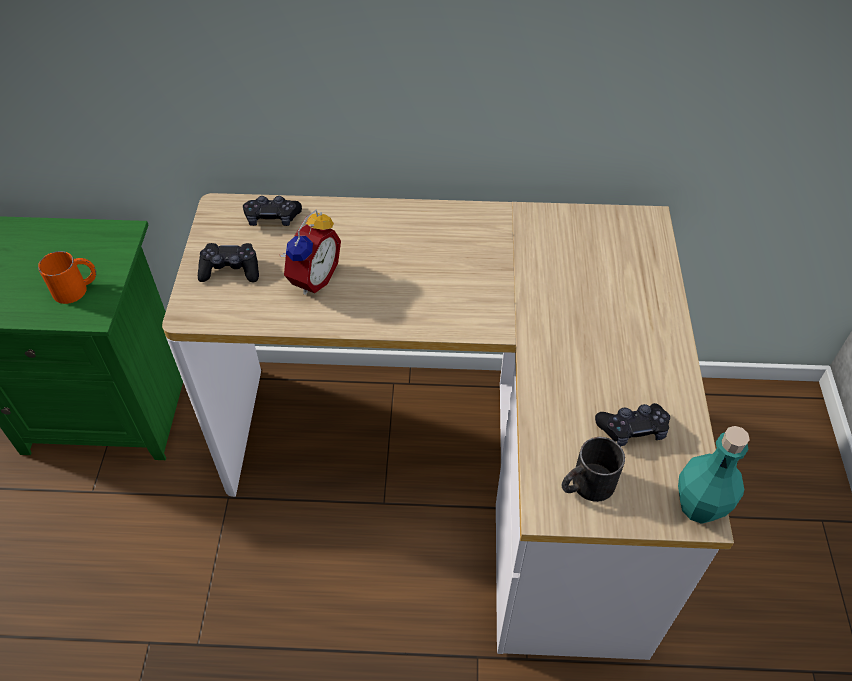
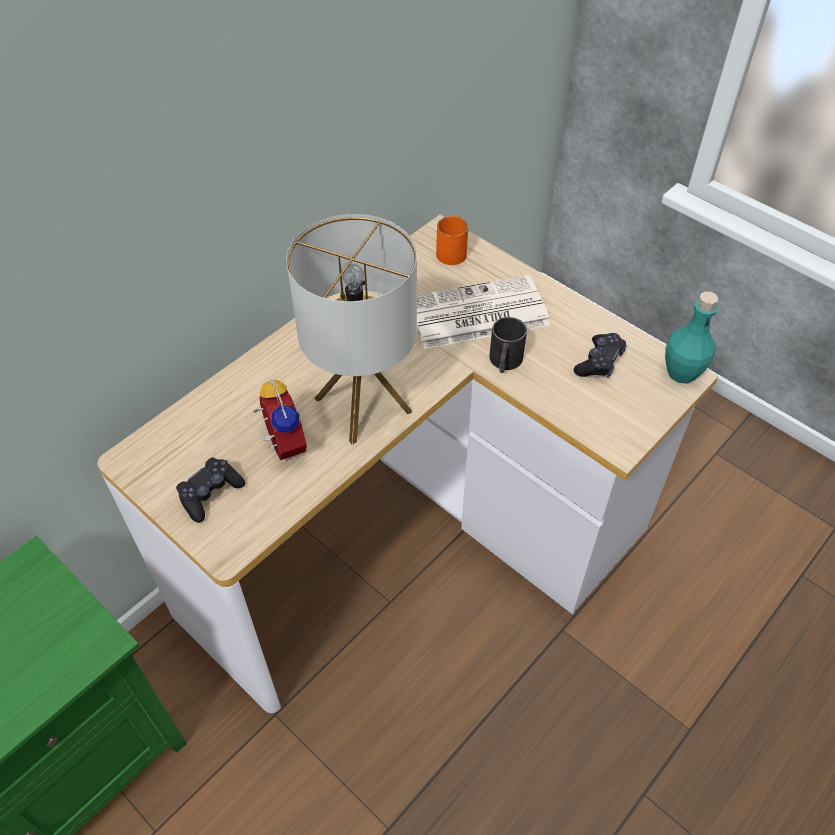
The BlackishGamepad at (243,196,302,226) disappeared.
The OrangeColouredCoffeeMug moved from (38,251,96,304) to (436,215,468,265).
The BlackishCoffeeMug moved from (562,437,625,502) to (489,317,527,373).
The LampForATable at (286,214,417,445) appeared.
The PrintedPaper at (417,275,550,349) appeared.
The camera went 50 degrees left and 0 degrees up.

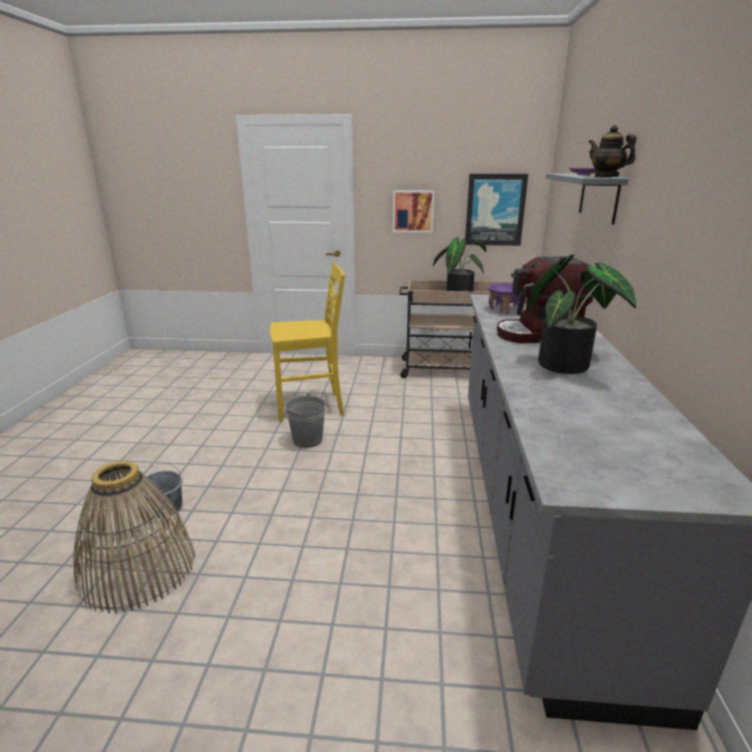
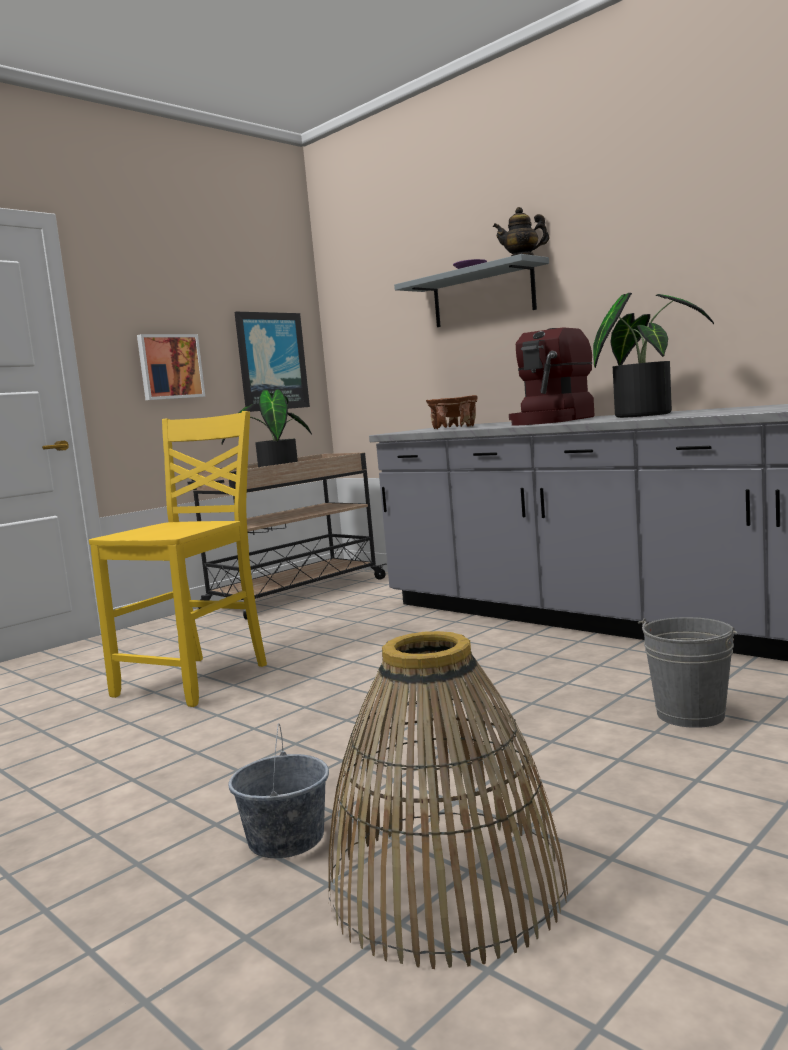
The PurpleColouredServingBowl at (488,282,526,314) became the BrownColouredServingBowl at (426,395,478,429).
The GrayWaterBucket moved from (285,393,325,448) to (638,617,737,728).
The camera went 50 degrees left and 15 degrees down.

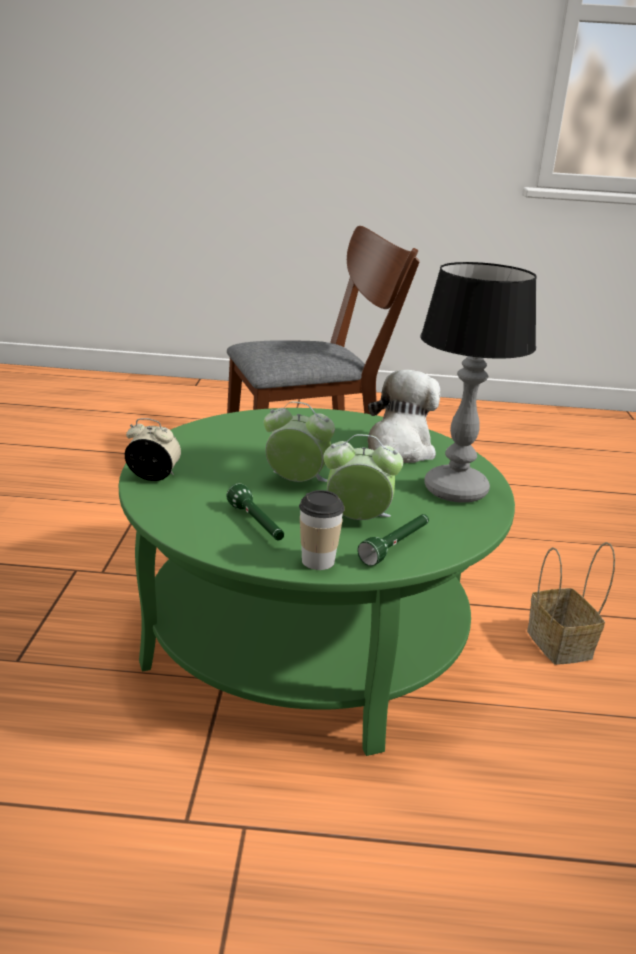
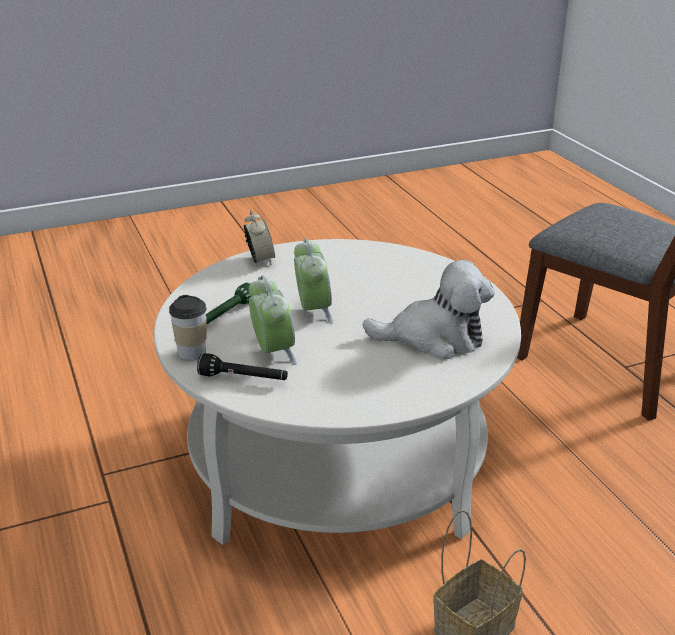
The LampForATable at (420,262,537,503) disappeared.
The GreenColouredCoffeeTable at (119,408,515,756) became the WhiteCoffeeTable at (154,239,521,545).
The GreenColouredHandTorch at (357,514,429,566) became the BlackishHandTorch at (197,353,288,380).
The camera went 65 degrees right and 5 degrees up.

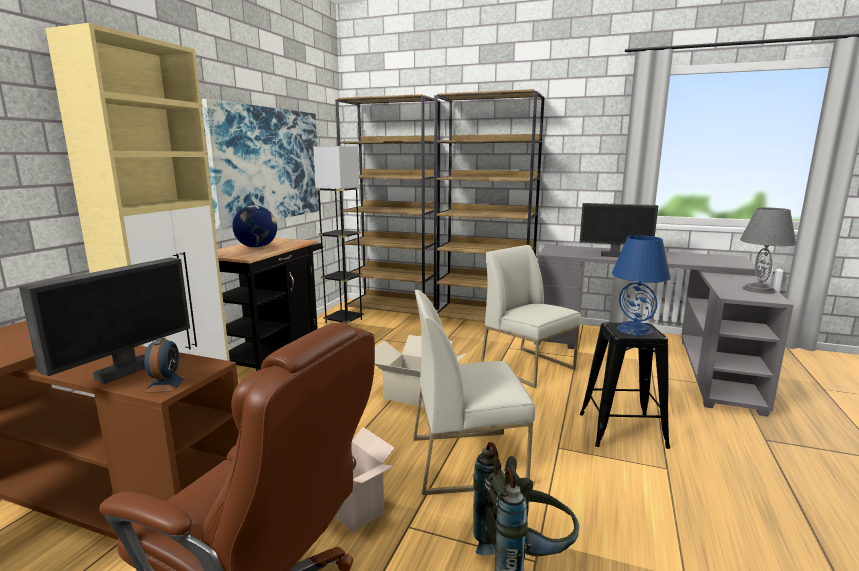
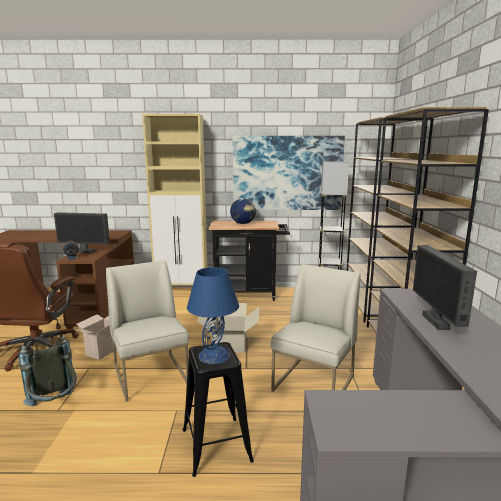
The GrayLampForATable at (740,207,796,294) disappeared.
The camera went 70 degrees right and 0 degrees up.

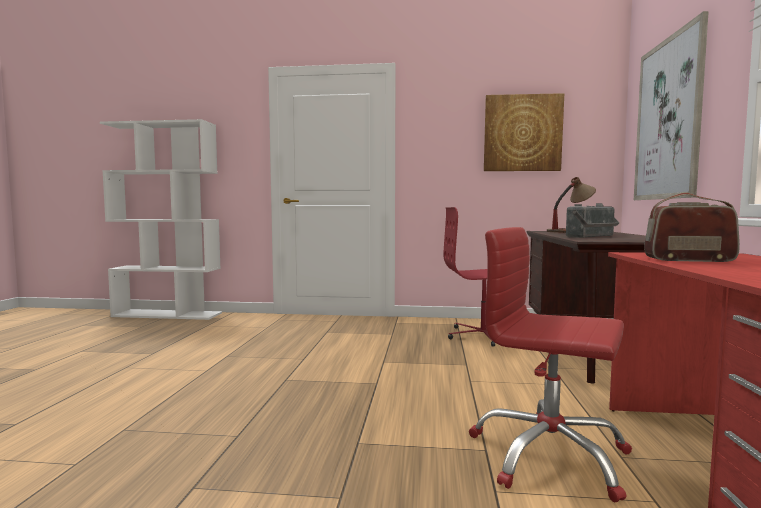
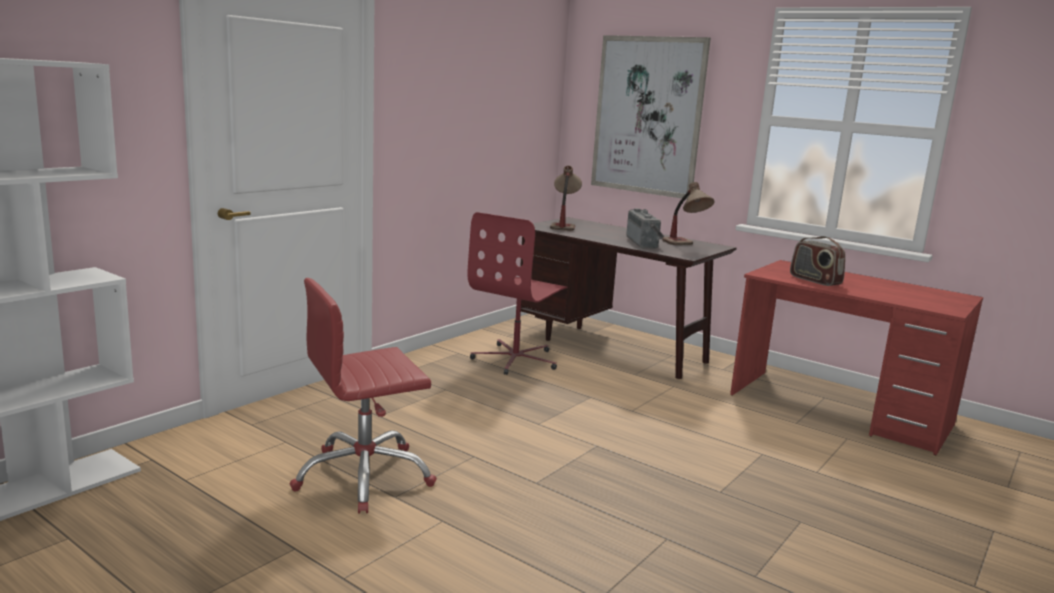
The WallArt at (484,93,564,171) disappeared.
The Radio at (644,193,740,262) turned 75 degrees counterclockwise.
The ReddishComputerChair moved from (469,227,632,502) to (290,278,437,514).
The LampForATable at (662,182,715,245) appeared.
The camera went 60 degrees left and 10 degrees up.

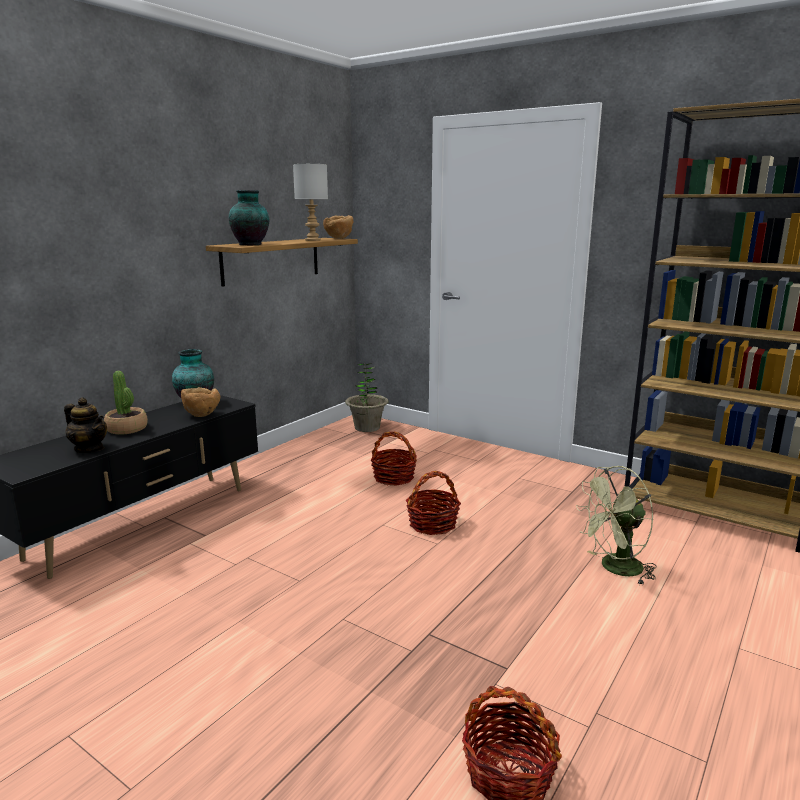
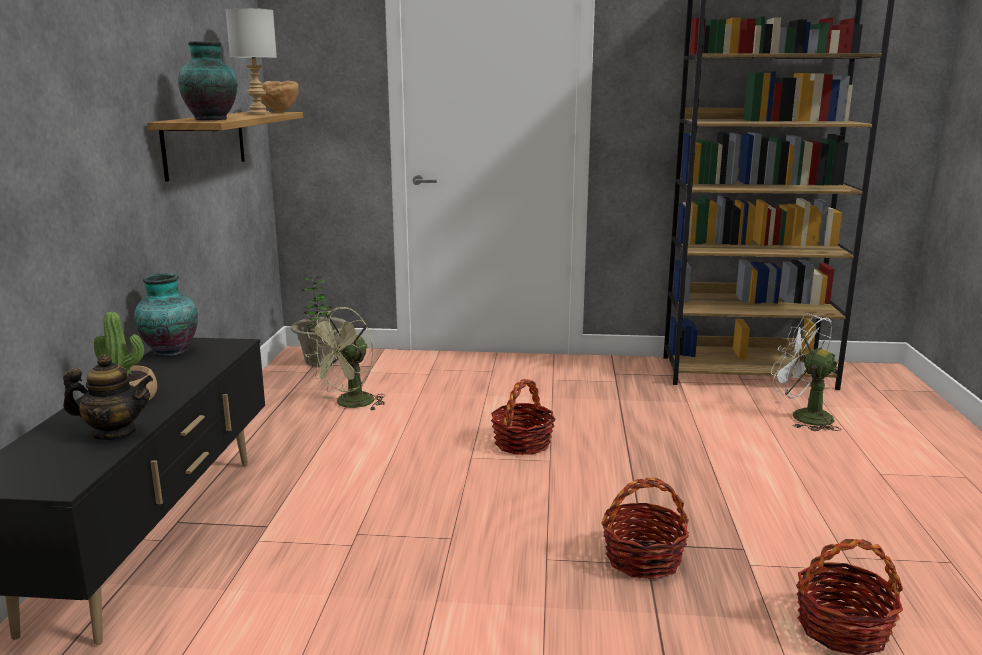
The BrownColouredServingBowl at (181,387,220,417) disappeared.
The Basket moved from (371,431,417,486) to (601,478,689,580).
The GreenColouredCoolingFan moved from (576,466,657,586) to (305,307,386,411).
The WhiteCoolingFan at (771,314,841,431) appeared.
The camera went 30 degrees left and 0 degrees up.

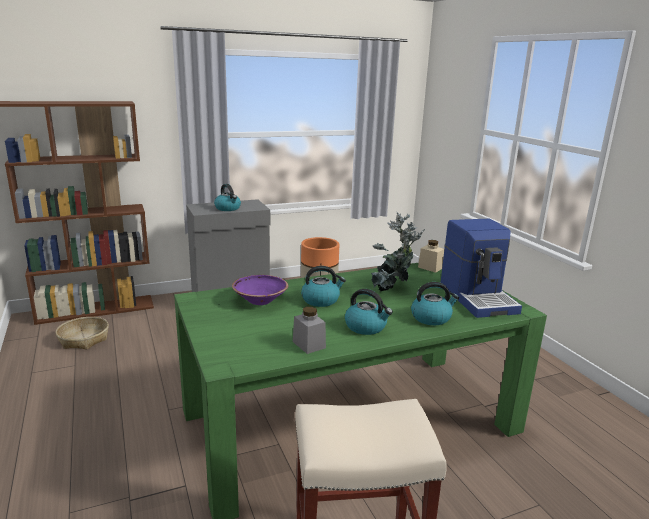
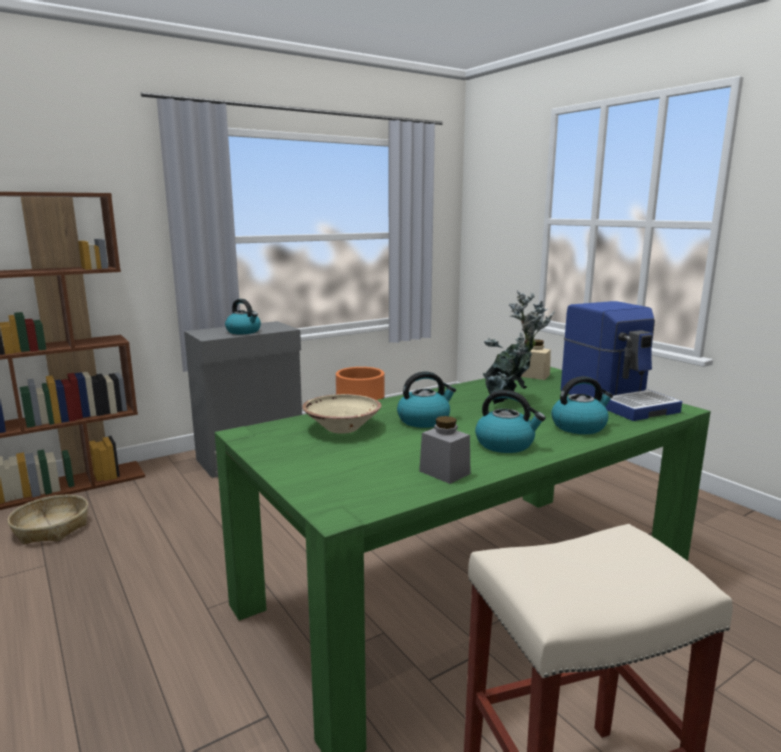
The PurpleColouredServingBowl at (232,275,288,305) became the BeigeServingBowl at (302,394,382,434).
The camera went 10 degrees left and 5 degrees down.

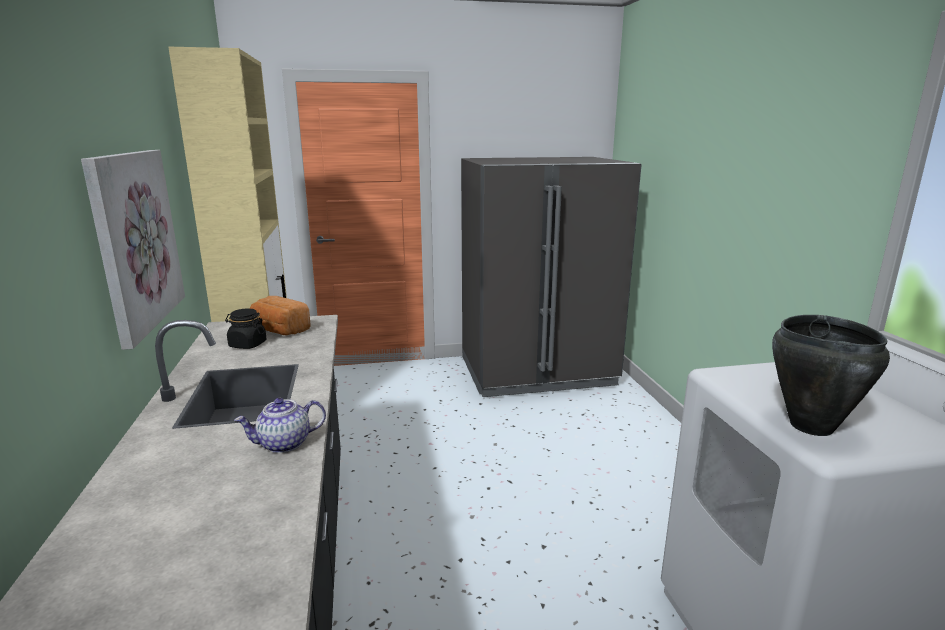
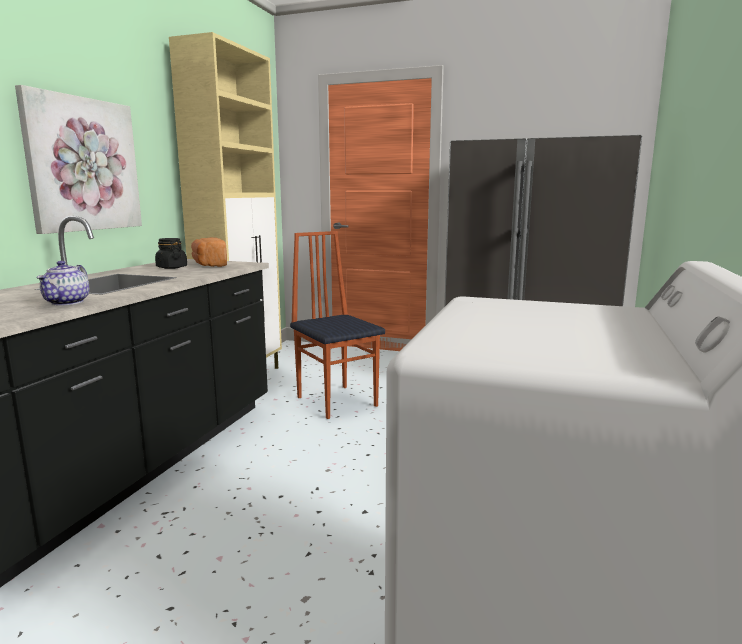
The BlackishSaucepot at (772,315,890,436) disappeared.
The TeaPot at (234,398,326,453) turned 90 degrees counterclockwise.
The Chair at (290,231,385,419) appeared.
The camera went 30 degrees right and 5 degrees down.

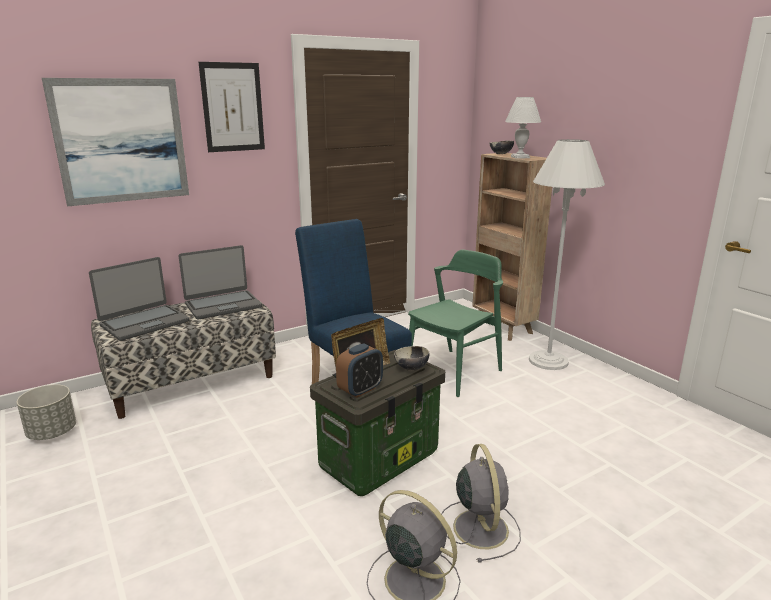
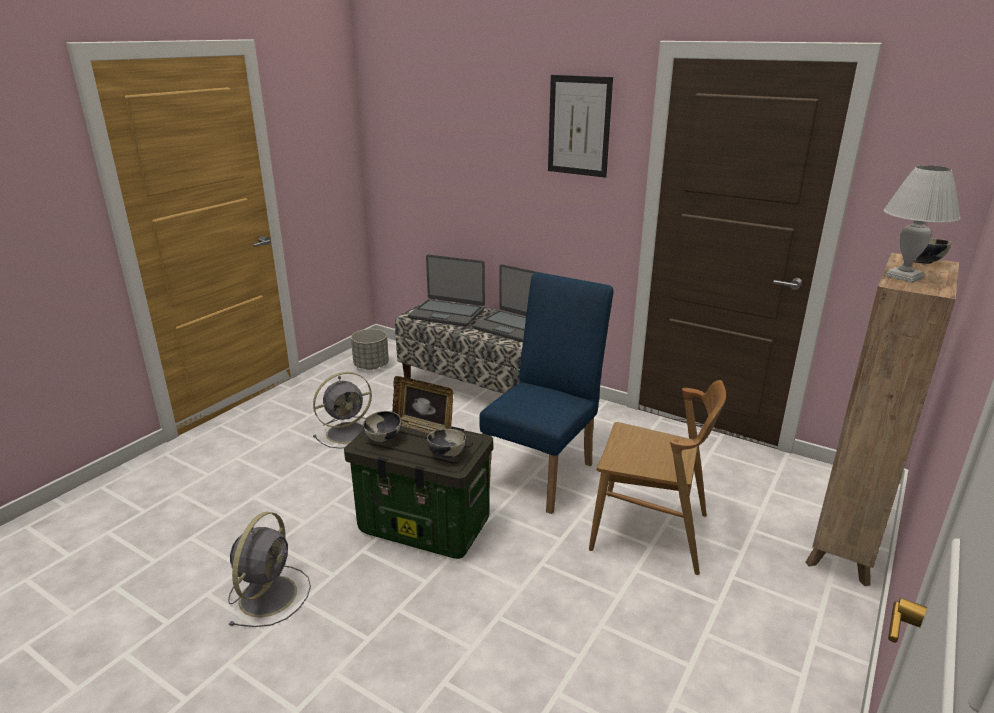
The WallArt at (42,78,189,206) disappeared.
The WhiteFloorLamp at (529,139,605,370) disappeared.
The GreenColouredChair at (408,249,503,397) became the BrownColouredChair at (589,380,726,575).
The BedsideClock at (336,343,383,398) was replaced by the ServingBowl at (363,411,402,442).
The GrayCoolingFan moved from (441,444,521,563) to (313,372,372,449).
The camera went 65 degrees right and 5 degrees up.

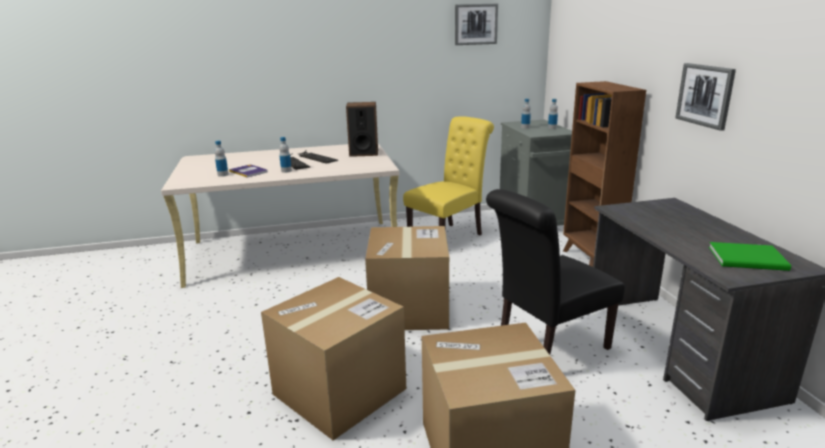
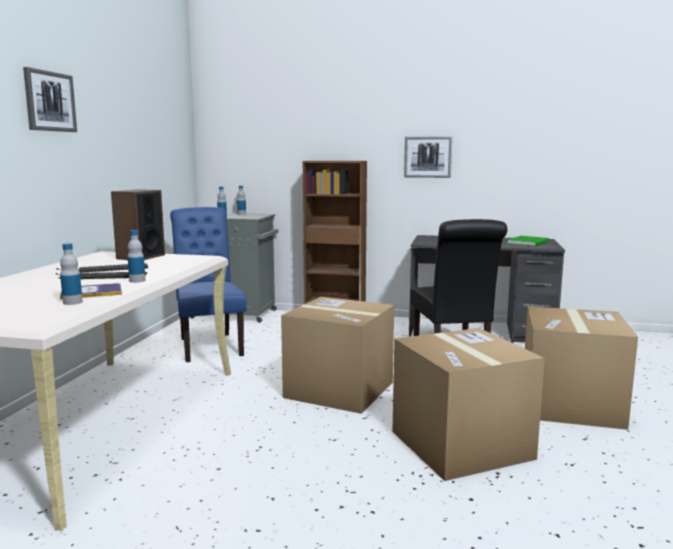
The WallArt moved from (455,4,498,45) to (23,67,77,132).
The YellowColouredChair at (403,116,494,235) became the BluishChair at (170,207,247,362).
The camera went 65 degrees left and 10 degrees down.

